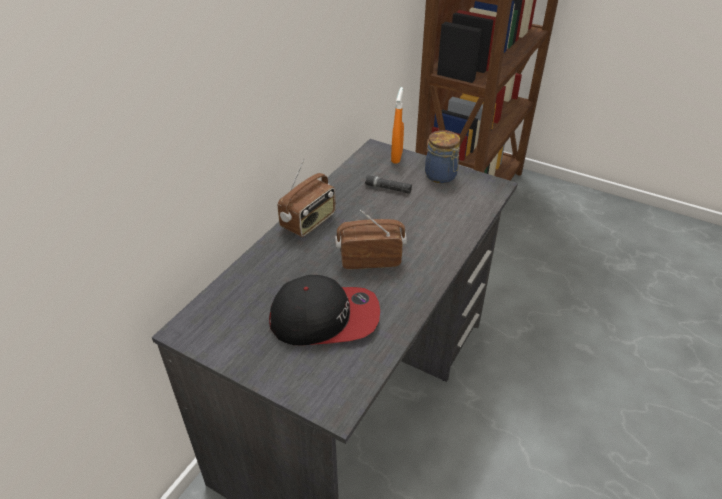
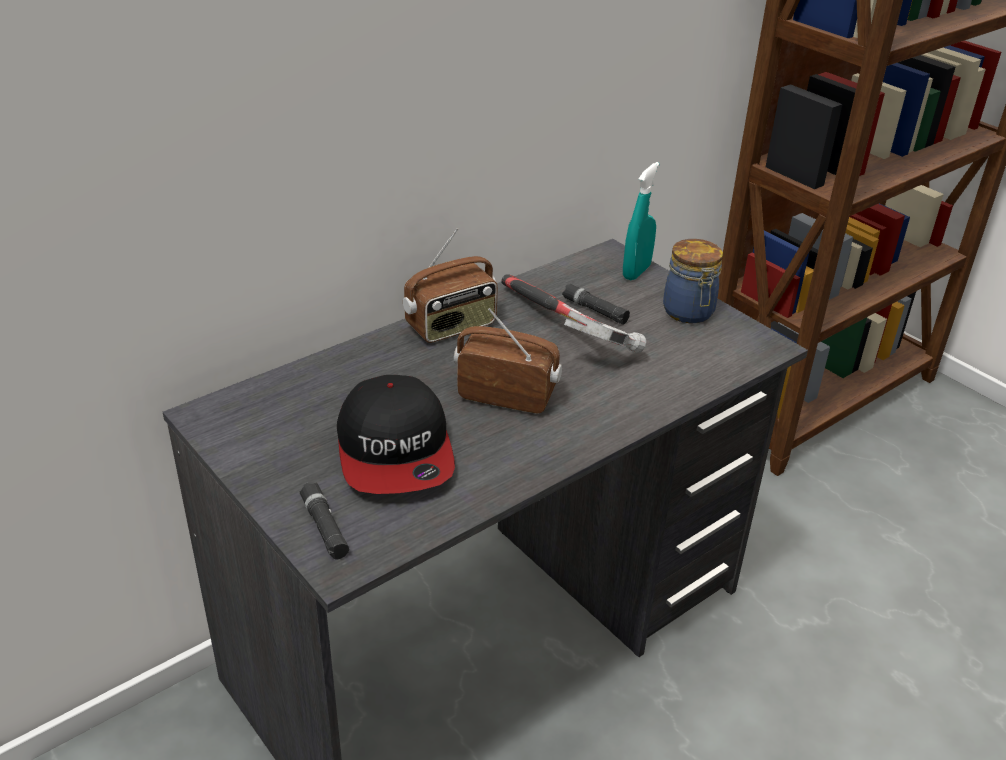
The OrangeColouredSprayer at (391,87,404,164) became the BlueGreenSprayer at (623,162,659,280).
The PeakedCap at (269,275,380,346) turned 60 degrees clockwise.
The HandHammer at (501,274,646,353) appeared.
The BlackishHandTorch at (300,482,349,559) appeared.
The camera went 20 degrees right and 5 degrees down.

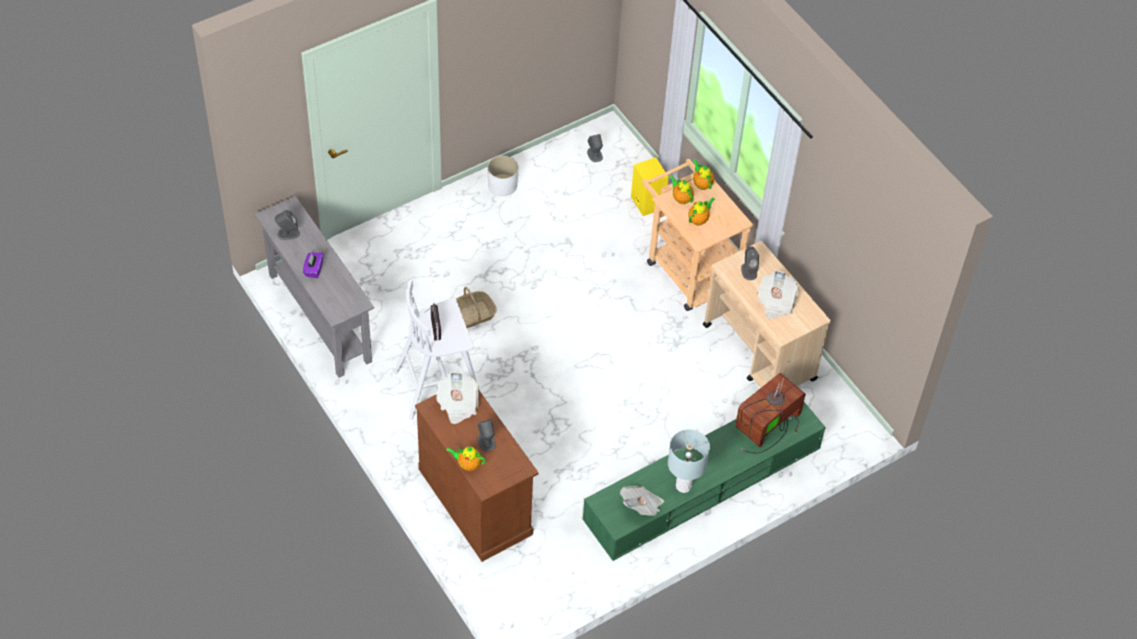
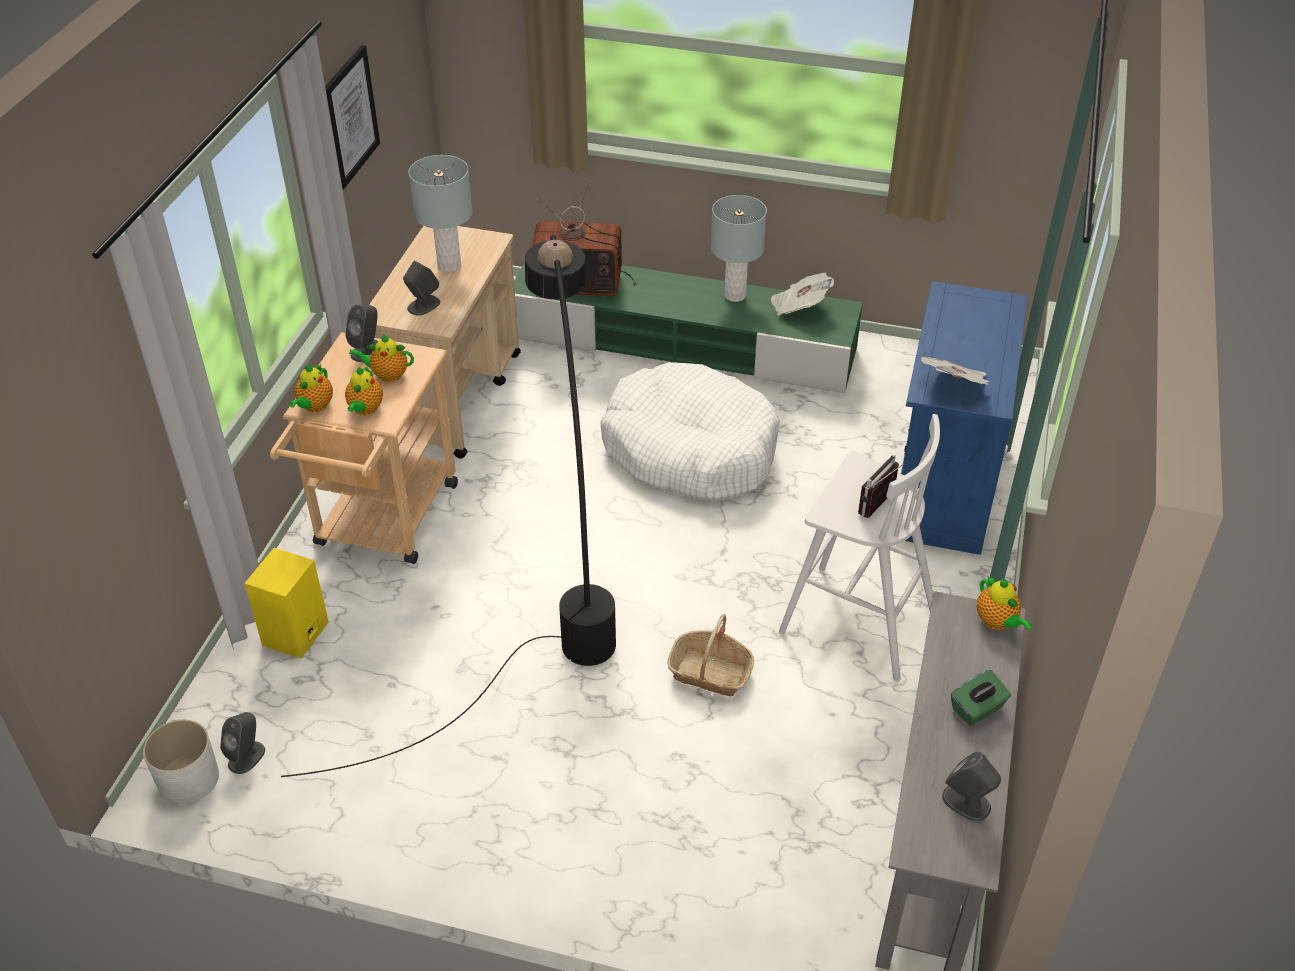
The WhiteFlowerPot moved from (488,156,518,196) to (143,720,219,804).
The PurpleColouredBoxOfTissues at (303,252,324,278) became the GreenColouredBoxOfTissues at (951,670,1011,726).
The PrintedPaper at (757,270,799,319) was replaced by the GrayLampForATable at (409,155,472,272).
The BrownColouredStorageCabinet at (415,390,539,562) became the BluishStorageCabinet at (901,281,1028,555).
The GrayLoudspeaker moved from (477,419,496,451) to (345,305,378,362).
The TeaPot moved from (446,446,486,471) to (976,576,1032,630).
The WallArt at (325,45,380,189) appeared.
The BlackishFloorLamp at (281,235,616,777) appeared.
The WhitePetBed at (601,362,780,502) appeared.
The camera went 130 degrees left and 10 degrees down.

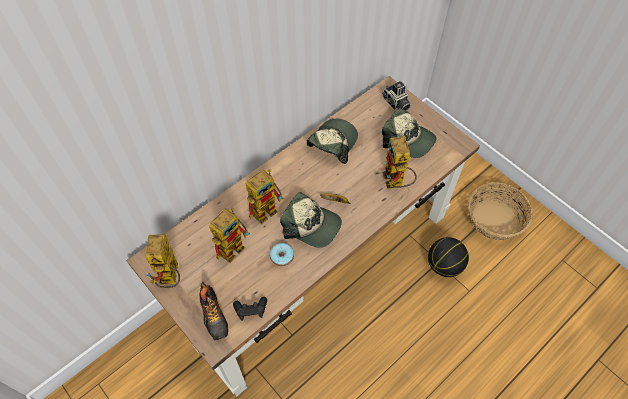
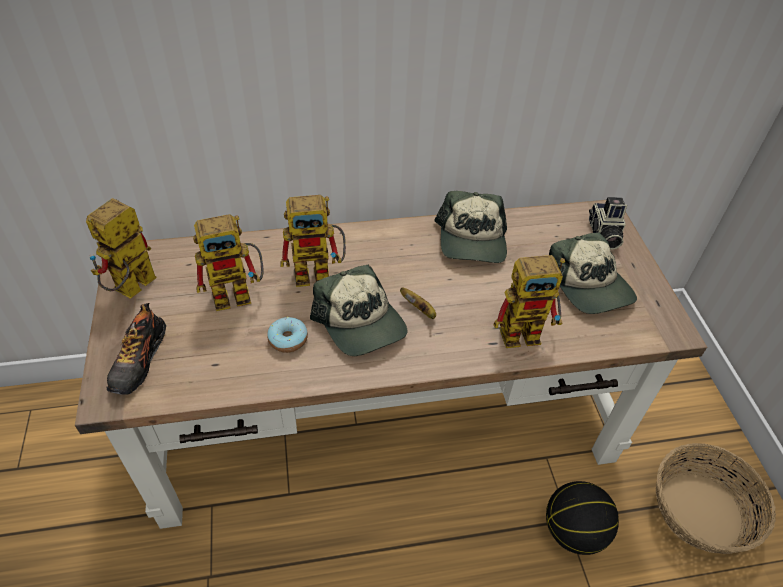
The PeakedCap at (307,119,358,164) turned 120 degrees clockwise.
The RobotFigure at (382,136,417,189) turned 120 degrees counterclockwise.
The BlackishGamepad at (233,297,267,321) disappeared.
The camera went 30 degrees right and 10 degrees down.

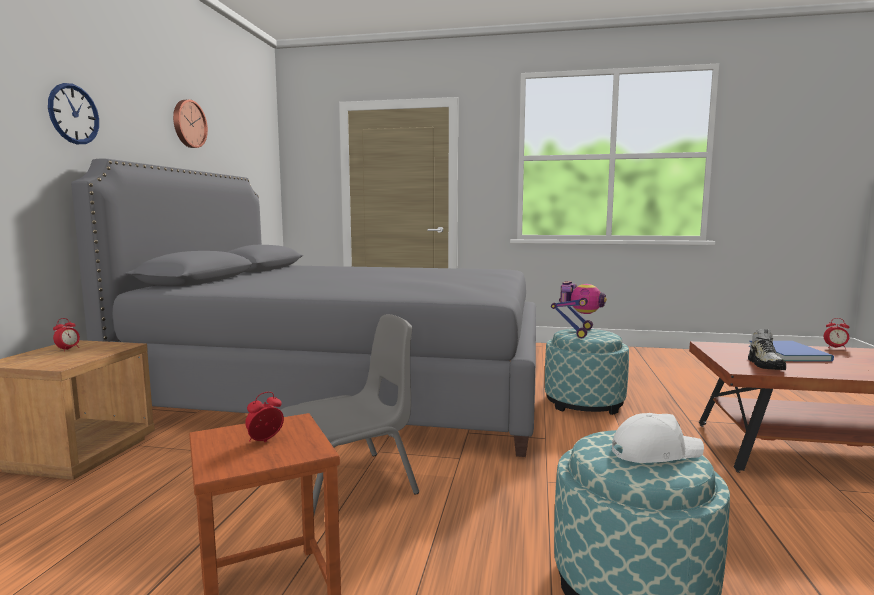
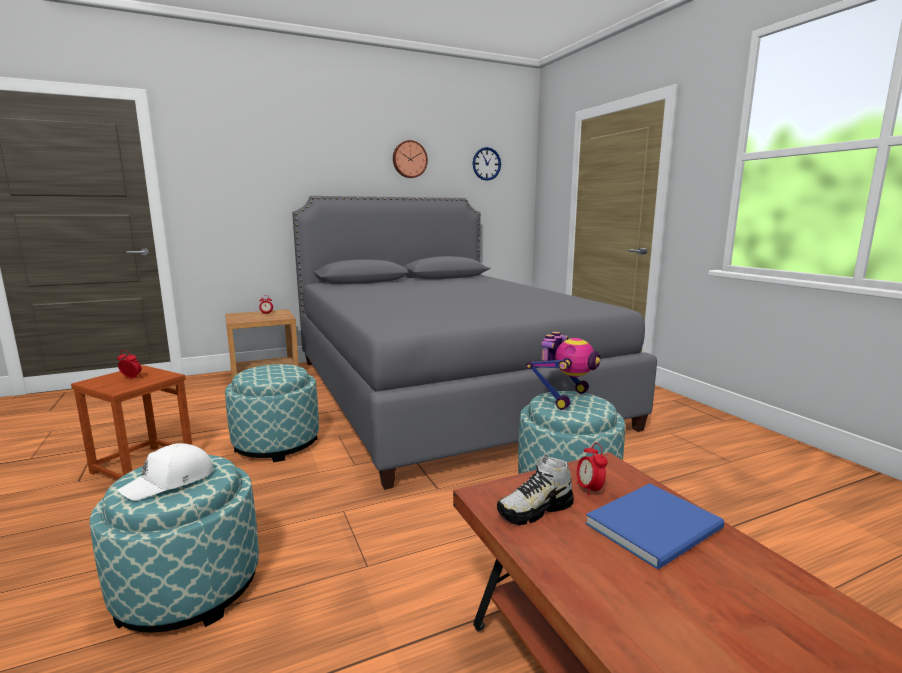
The WallClock moved from (48,83,99,144) to (473,147,501,181).
The RobotFigure at (551,281,607,338) turned 45 degrees counterclockwise.
The GrayChair at (280,314,419,514) was replaced by the Pouffe at (225,364,319,462).
The BedsideClock moved from (824,318,849,349) to (577,443,608,497).
The WhitePeakedCap at (612,413,704,463) turned 90 degrees clockwise.
The camera went 55 degrees right and 5 degrees up.

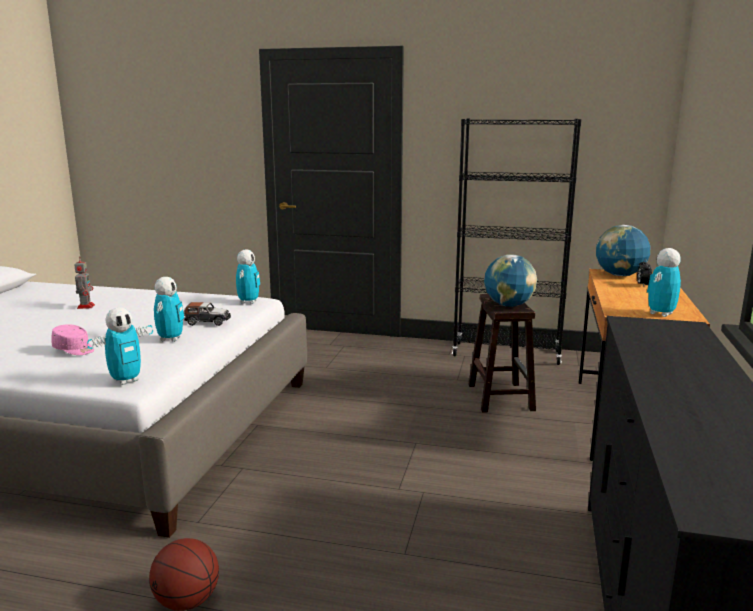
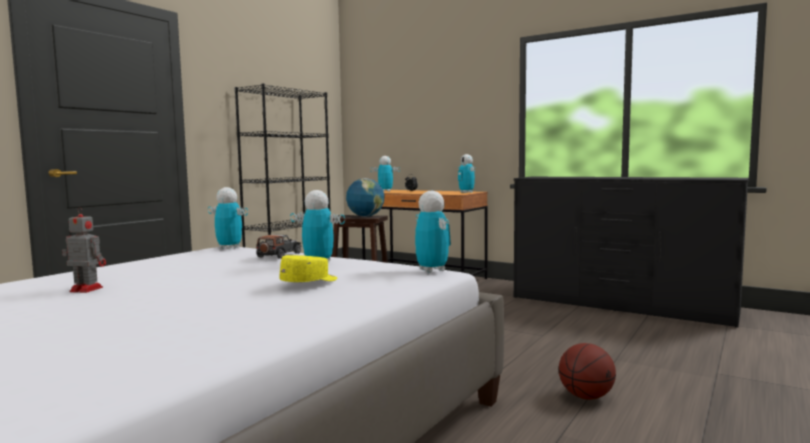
The DeskGlobe at (596,225,650,276) was replaced by the RobotFigure at (370,156,400,192).
The PinkColouredPeakedCap at (51,324,94,355) became the YellowColouredPeakedCap at (280,255,337,282).
The camera went 70 degrees left and 10 degrees down.

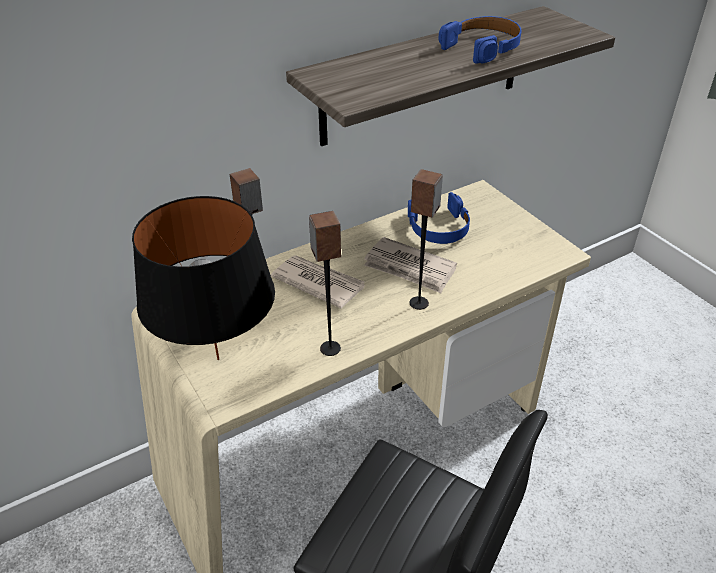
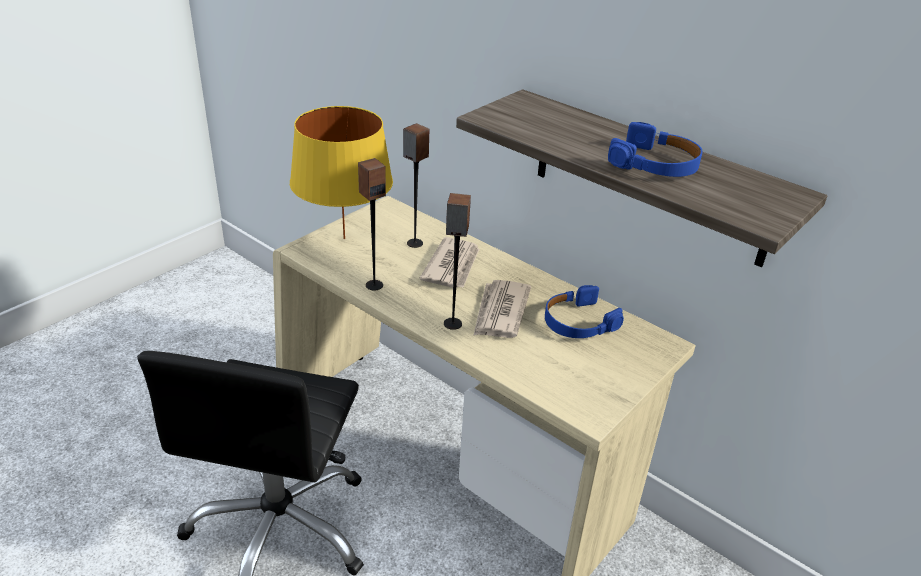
The BlackishLampForATable at (132,196,275,360) became the YellowColouredLampForATable at (290,106,393,239).
The camera went 70 degrees right and 5 degrees down.

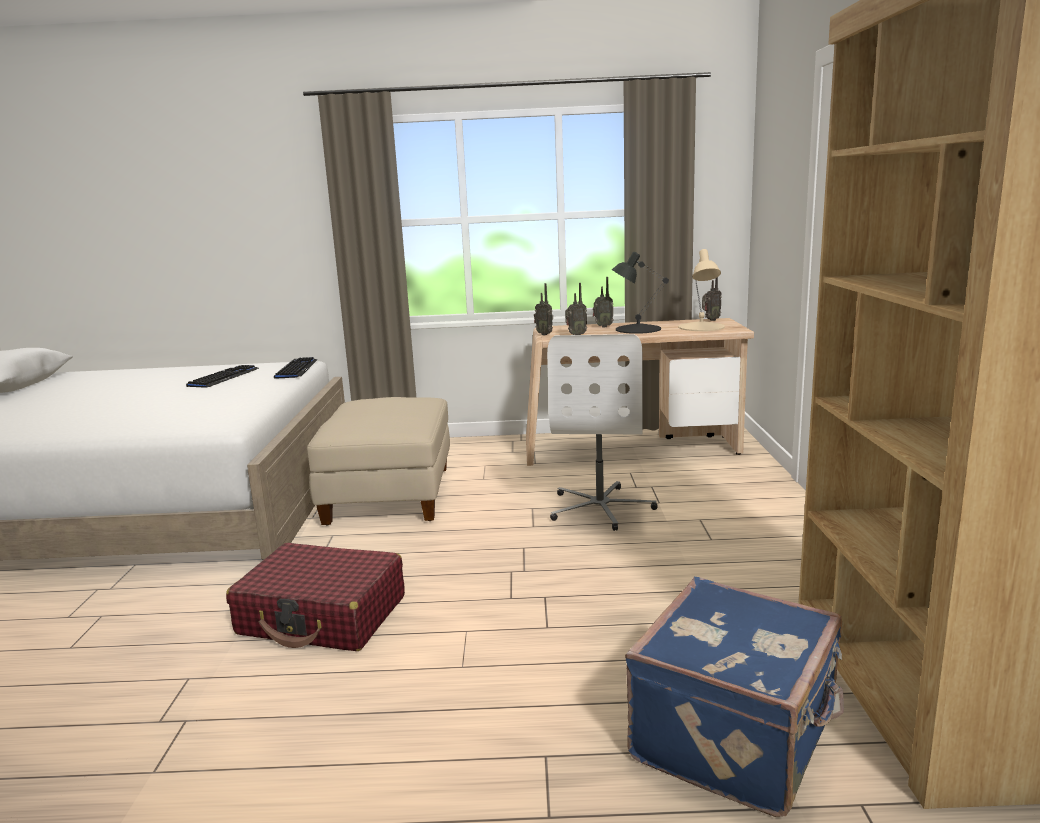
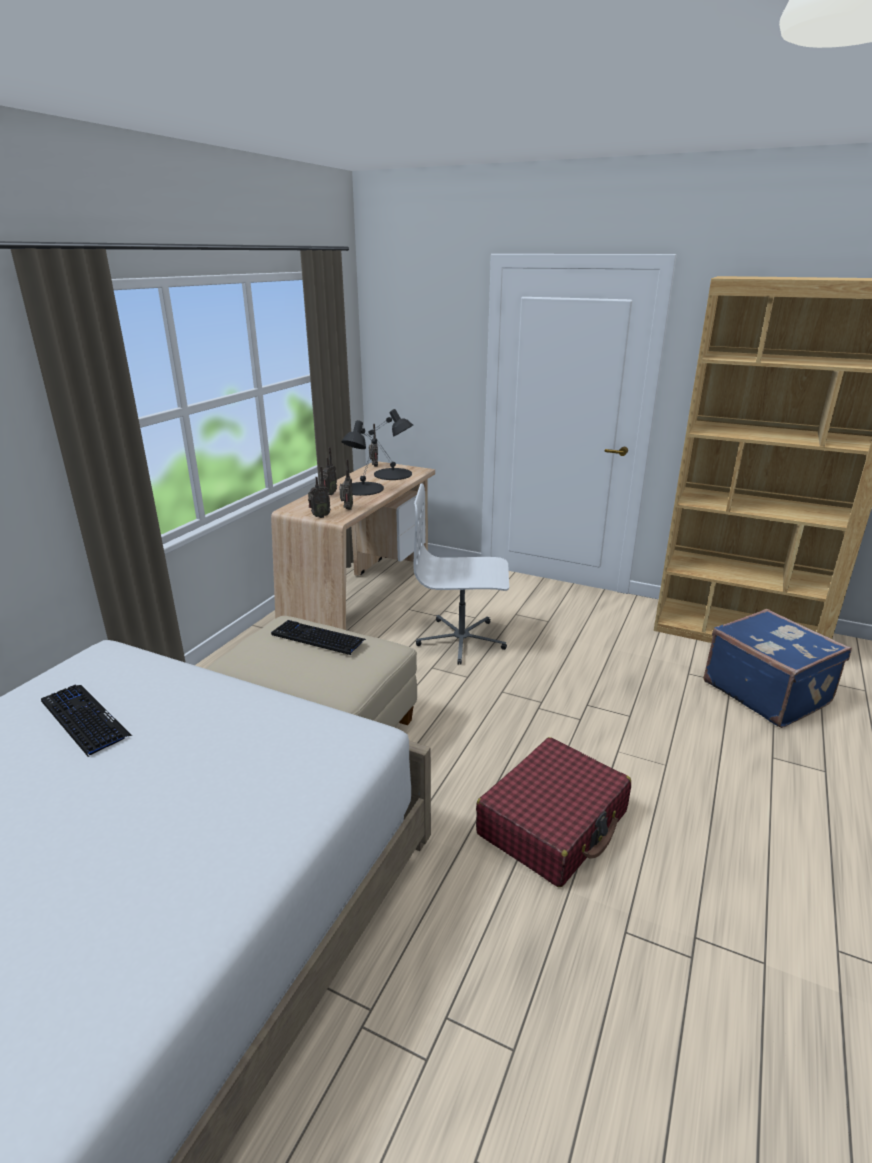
The BeigeLampForATable at (678,249,725,331) became the BlackishLampForATable at (368,409,413,480).
The WhiteComputerChair at (547,334,657,531) turned 150 degrees clockwise.
The ComputerKeyboard moved from (274,357,318,379) to (271,620,366,655).
The camera went 65 degrees left and 10 degrees up.

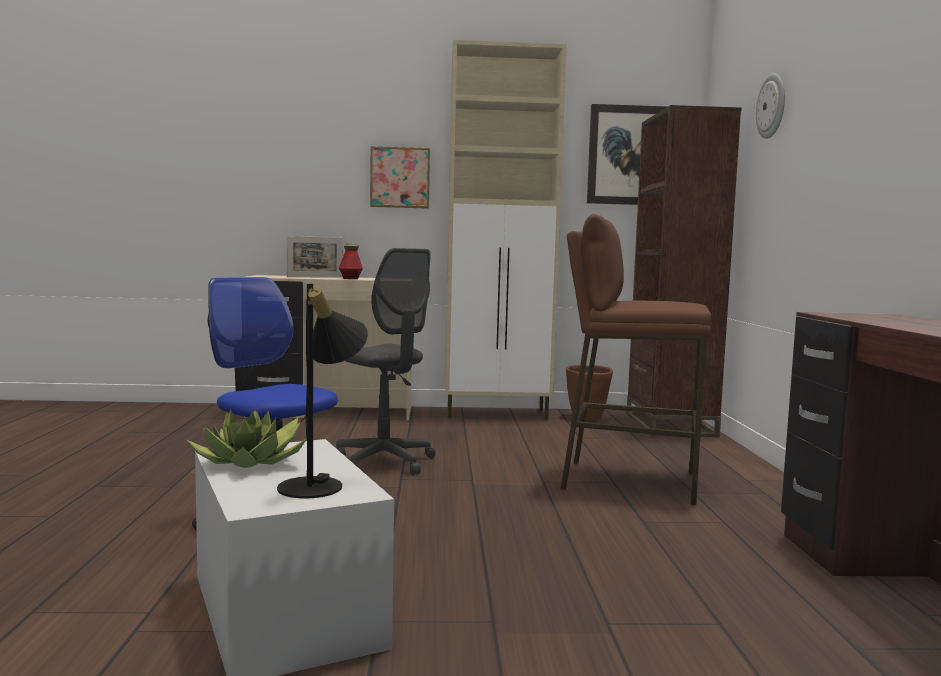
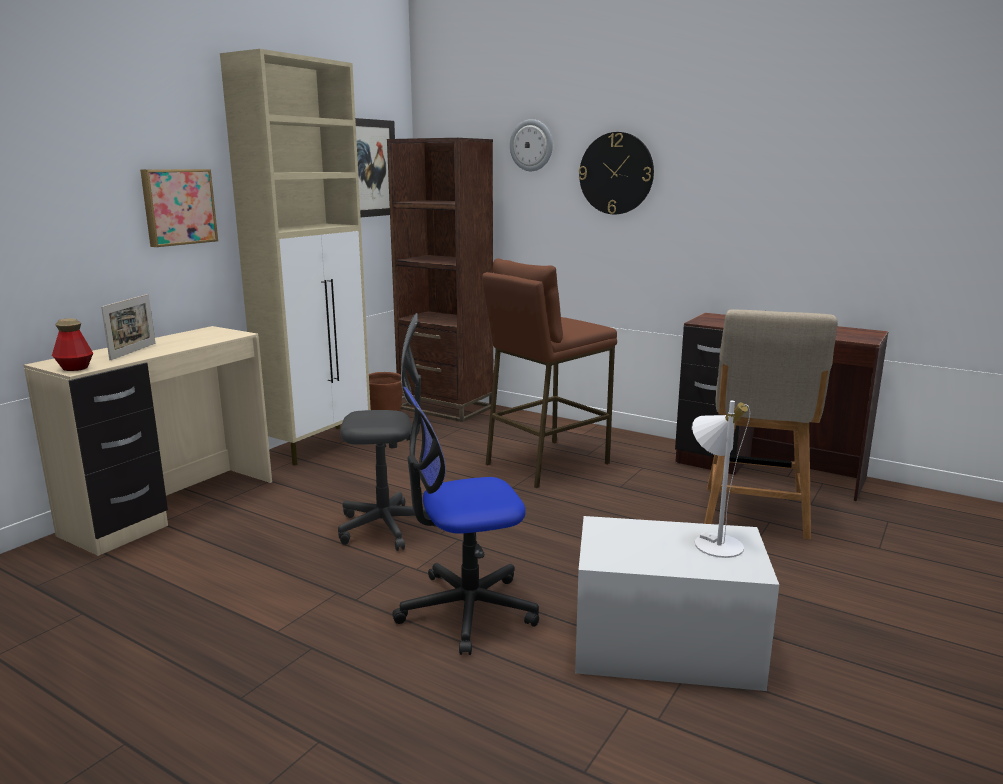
The Bottle moved from (339,243,363,279) to (52,318,93,371).
The BlackishLampForATable at (277,284,368,498) became the WhiteLampForATable at (692,401,750,558).
The PottedPlant at (187,409,307,468) disappeared.
The WallClock at (579,132,654,214) appeared.
The BeigeChair at (704,310,838,540) appeared.
The camera went 55 degrees left and 10 degrees up.

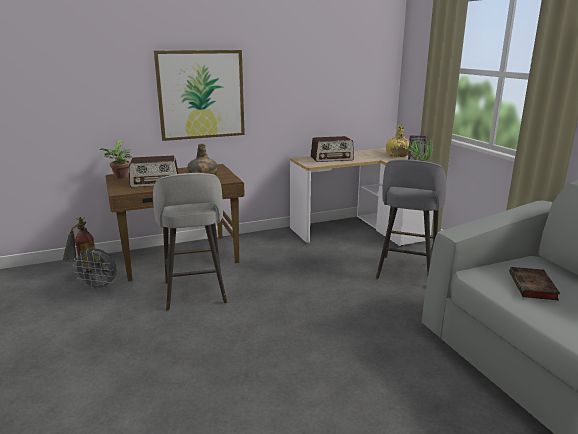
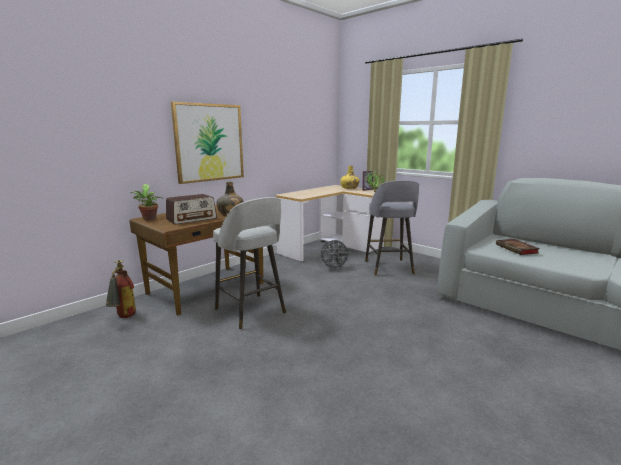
The Radio at (310,136,354,162) disappeared.
The GrayCoolingFan moved from (73,248,117,291) to (320,240,351,270).
The camera went 25 degrees left and 5 degrees down.

